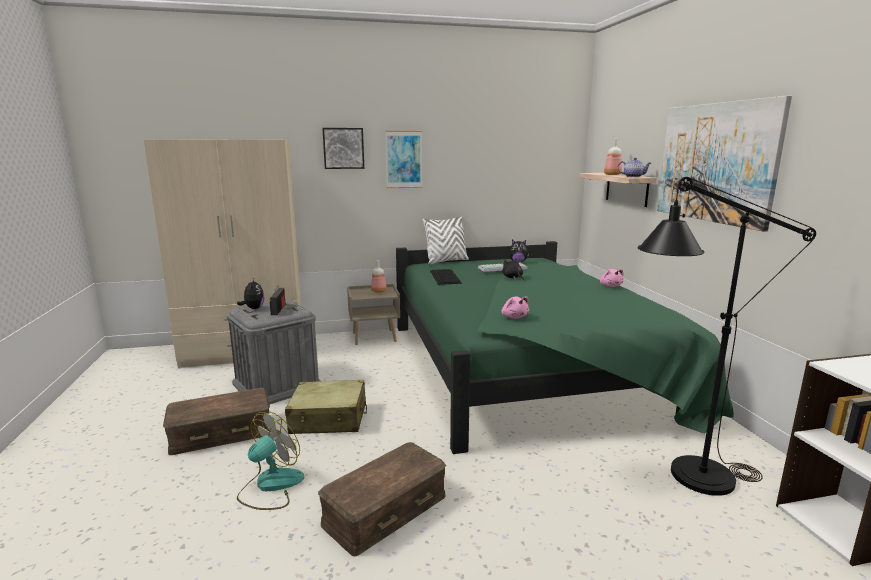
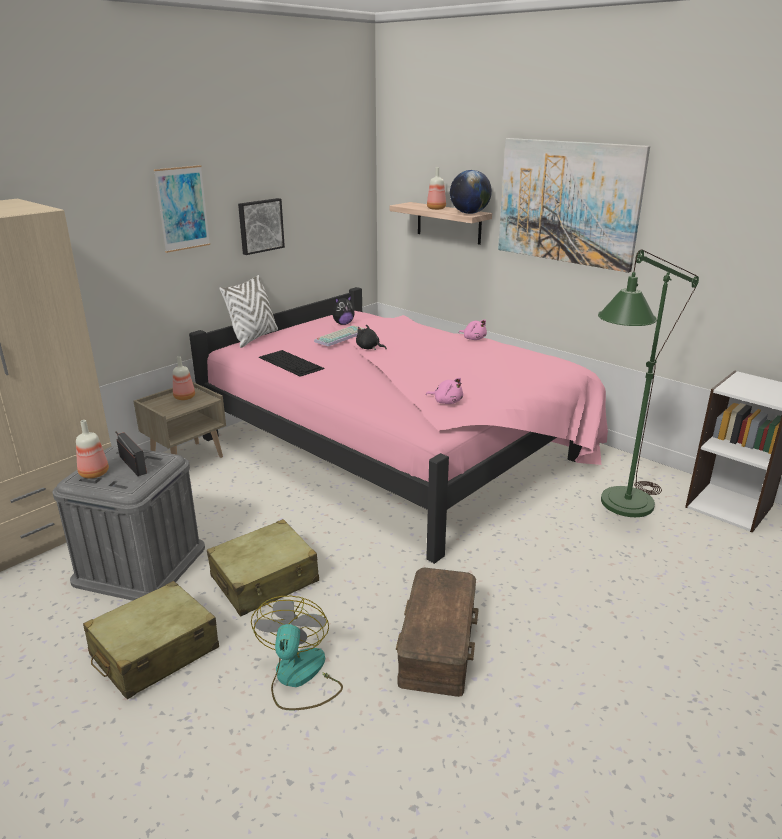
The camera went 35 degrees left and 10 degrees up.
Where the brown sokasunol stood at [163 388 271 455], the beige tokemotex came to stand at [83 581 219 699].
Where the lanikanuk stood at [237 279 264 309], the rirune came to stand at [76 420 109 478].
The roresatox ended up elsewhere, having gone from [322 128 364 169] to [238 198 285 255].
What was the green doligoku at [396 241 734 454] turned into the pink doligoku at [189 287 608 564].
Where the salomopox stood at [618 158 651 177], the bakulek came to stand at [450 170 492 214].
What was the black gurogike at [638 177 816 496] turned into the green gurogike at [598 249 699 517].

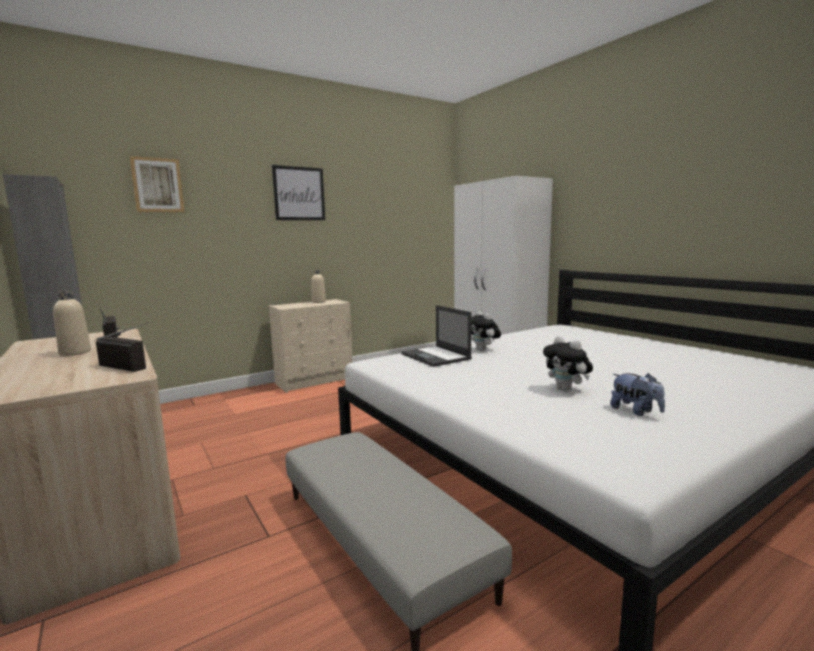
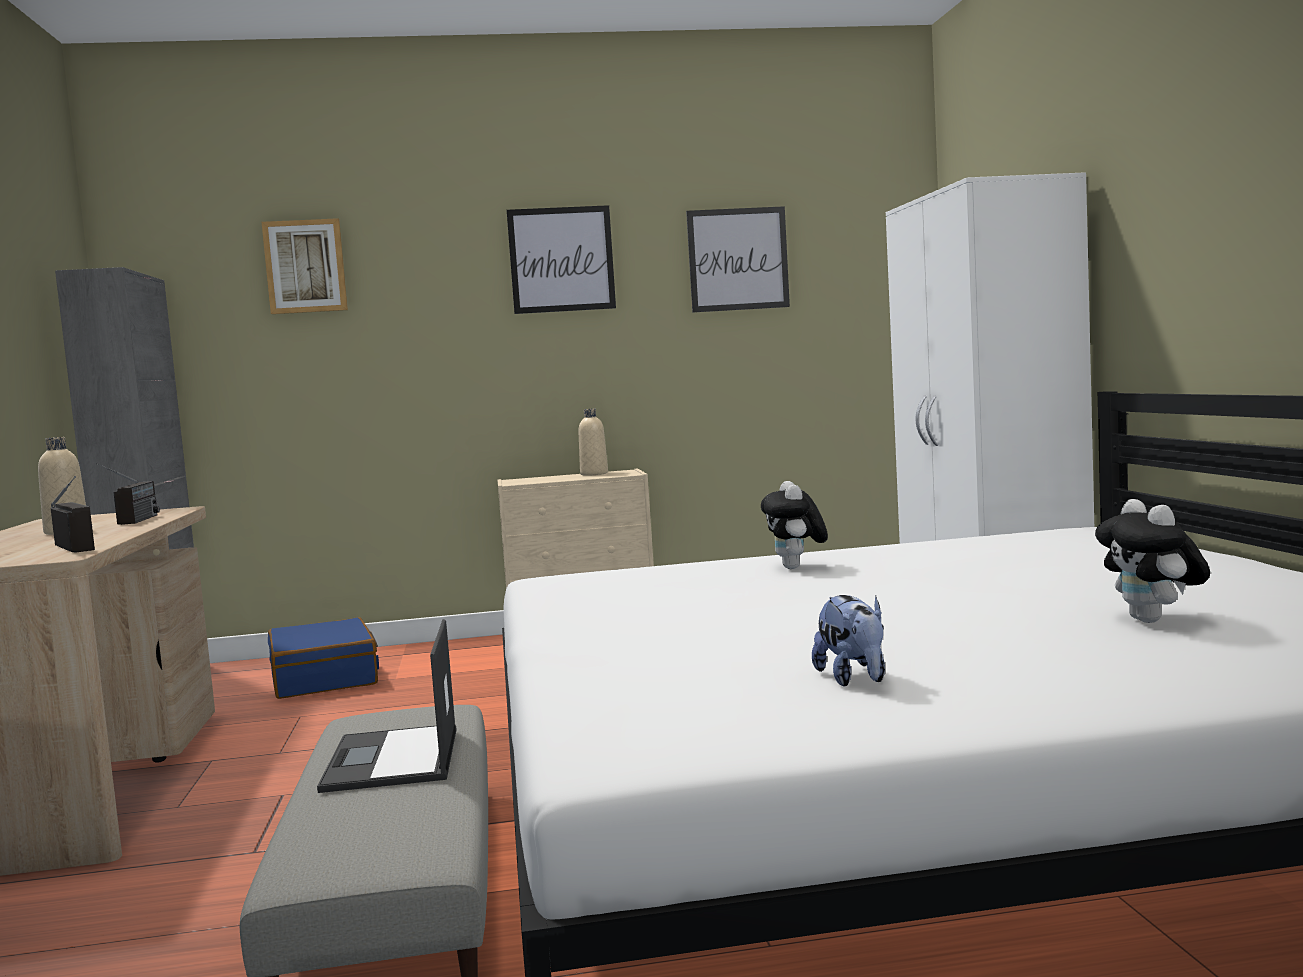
The camera went 25 degrees right and 5 degrees down.
The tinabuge ended up elsewhere, having gone from [401 305 472 367] to [317 619 456 793].
The lanikanuk ended up elsewhere, having gone from [543 336 593 392] to [1095 499 1210 623].
The second view gained the blue tokemotex at [268 617 379 699].
The second view gained the roresatox at [686 206 790 313].

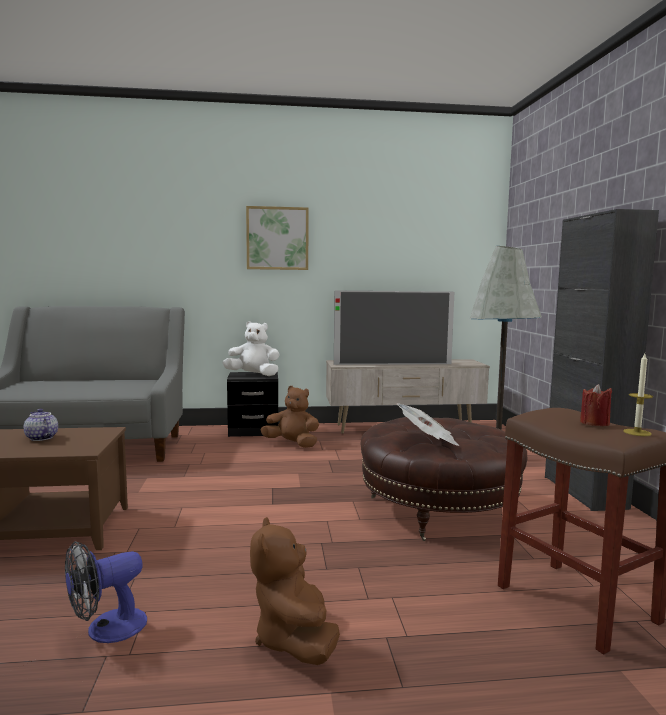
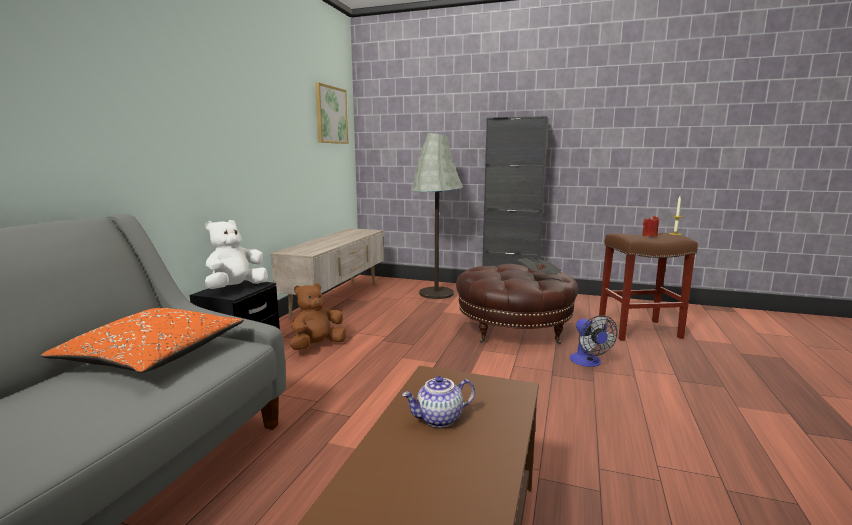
The camera went 65 degrees left and 5 degrees up.
The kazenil ended up elsewhere, having gone from [65 541 147 643] to [570 315 618 367].
The roresatox ended up elsewhere, having gone from [246 206 309 270] to [315 82 348 144].
The second view lost the brown lanikanuk at [250 517 340 665].
The second view lost the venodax at [334 291 454 365].
The second view gained the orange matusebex at [41 308 244 373].

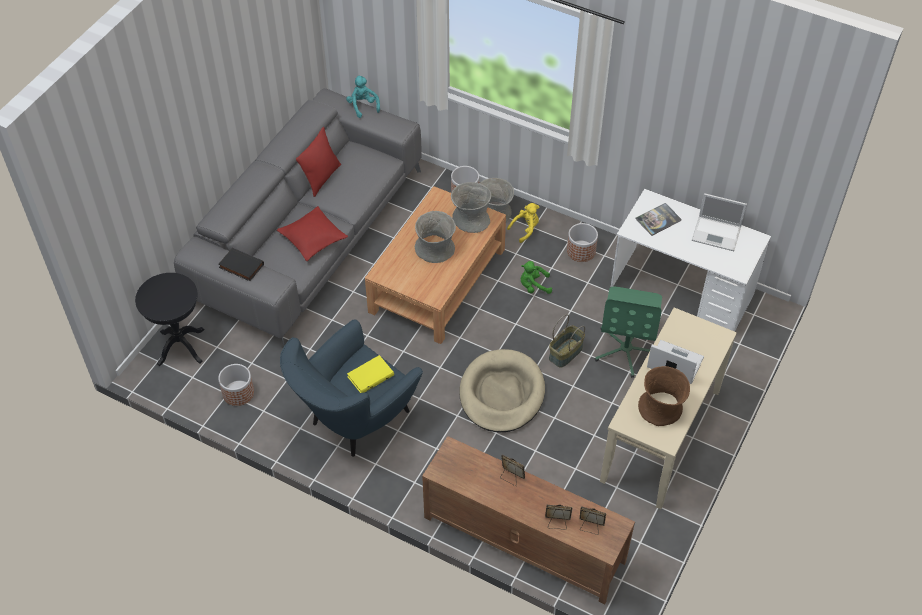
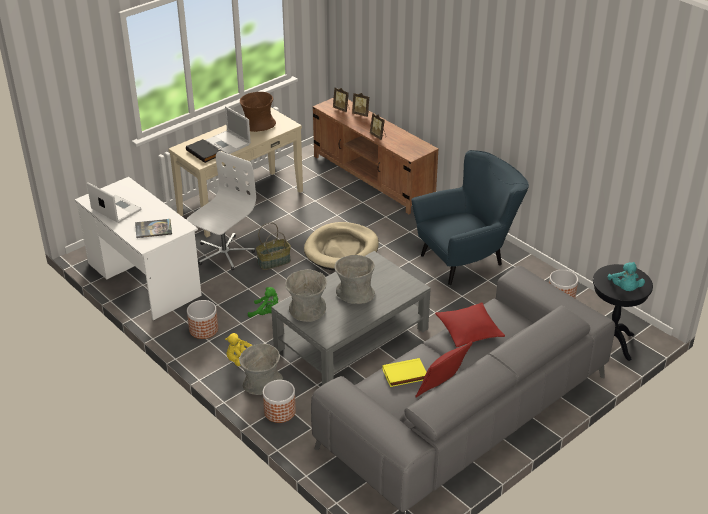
The camera went 160 degrees left and 15 degrees down.
The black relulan ended up elsewhere, having gone from [219 248 264 281] to [186 139 220 163].
The turquoise lanikanuk ended up elsewhere, having gone from [346 76 380 118] to [608 262 645 291].
The yellow relulan ended up elsewhere, having gone from [347 355 394 393] to [382 358 427 387].
What was the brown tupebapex at [365 186 506 344] turned into the grey tupebapex at [271 251 431 385].
What was the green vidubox at [595 286 662 378] turned into the white vidubox at [187 151 256 270].

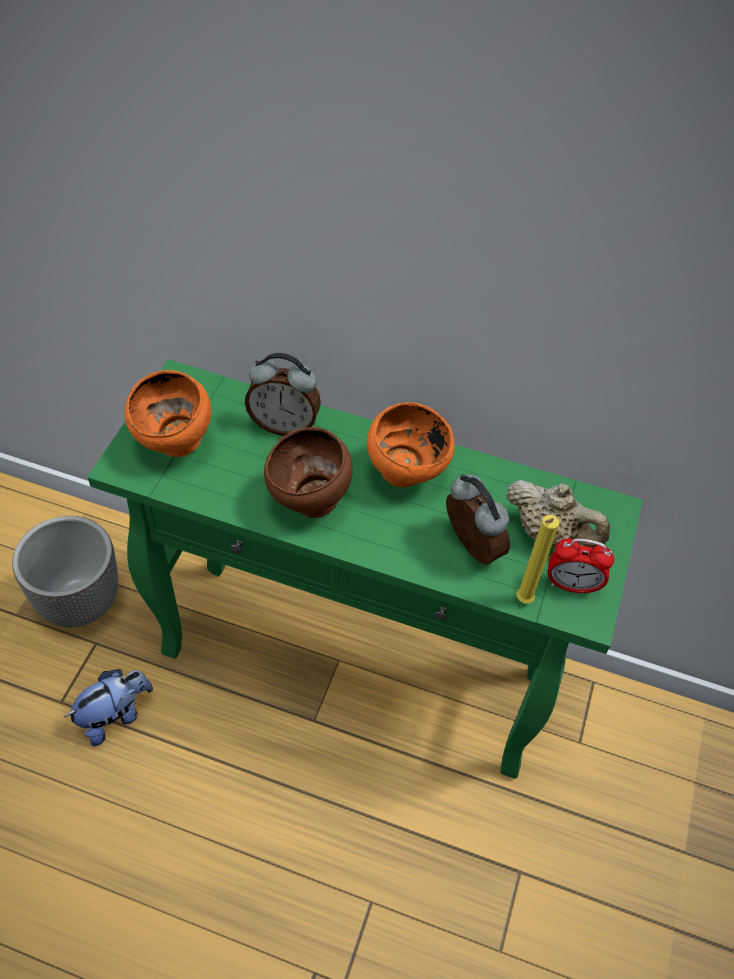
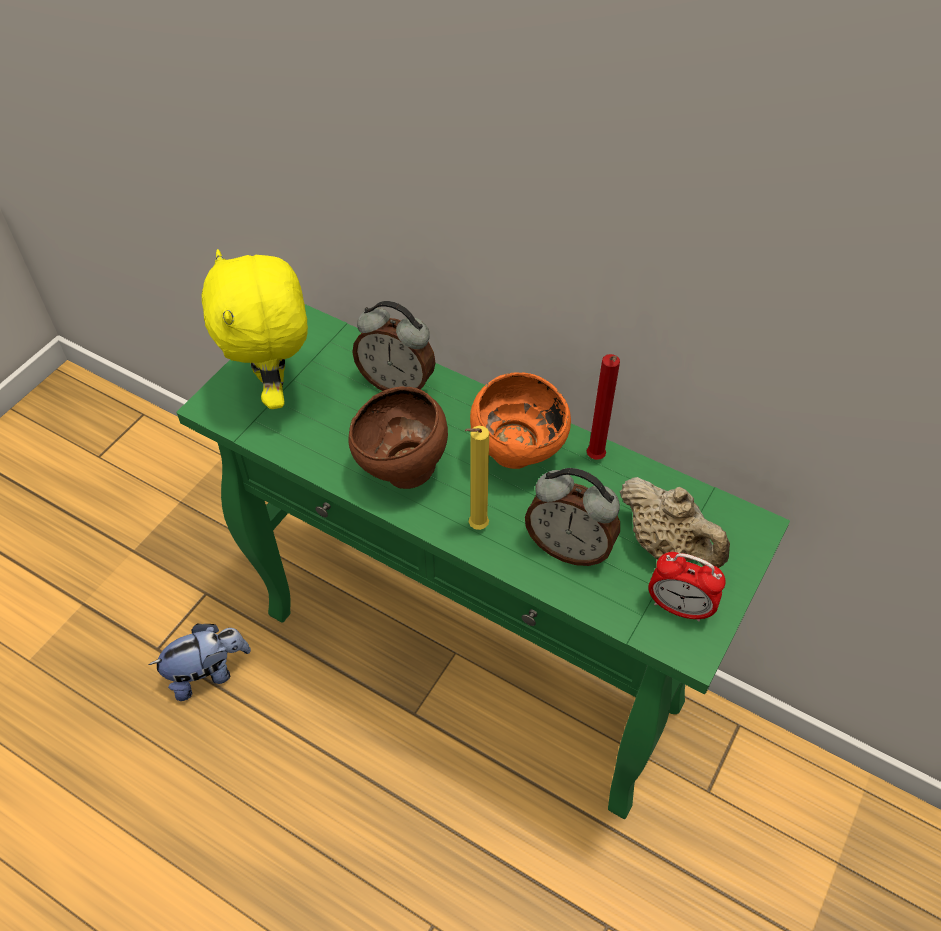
The camera went 15 degrees right and 0 degrees up.
The second view lost the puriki at [12 516 118 628].
Where the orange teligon stood at [125 370 211 457], the yellow lanikanuk came to stand at [202 249 308 409].
The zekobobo at [446 474 510 565] ended up facing another way, 135 degrees clockwise from before.
The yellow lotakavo ended up elsewhere, having gone from [516 515 560 603] to [465 426 489 530].
The second view gained the red lotakavo at [587 354 620 460].

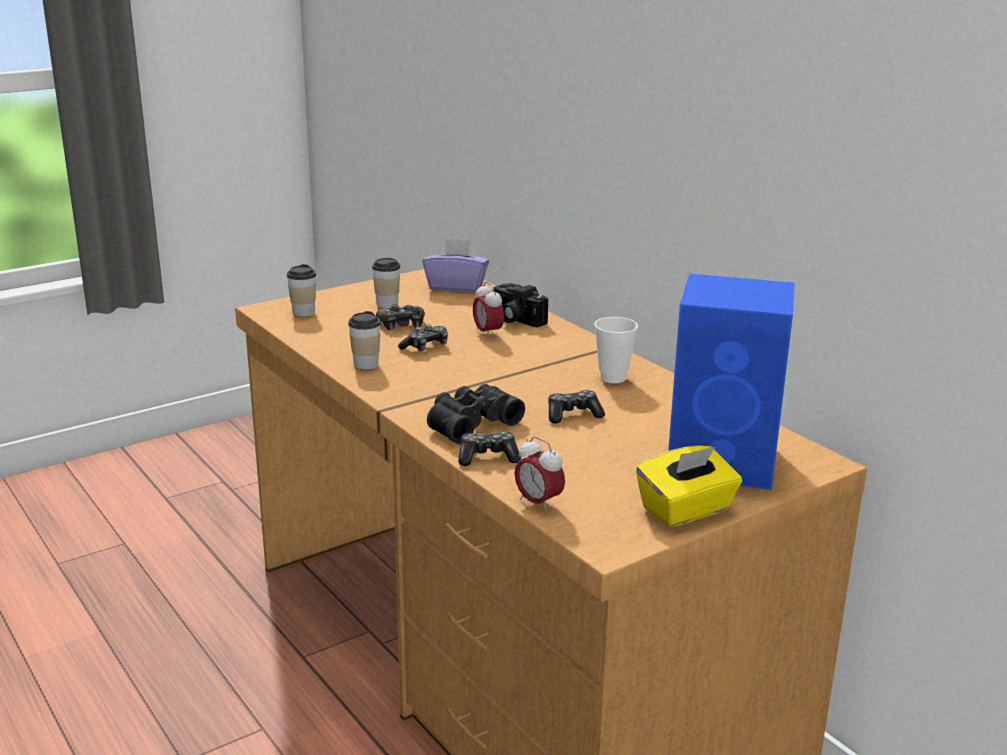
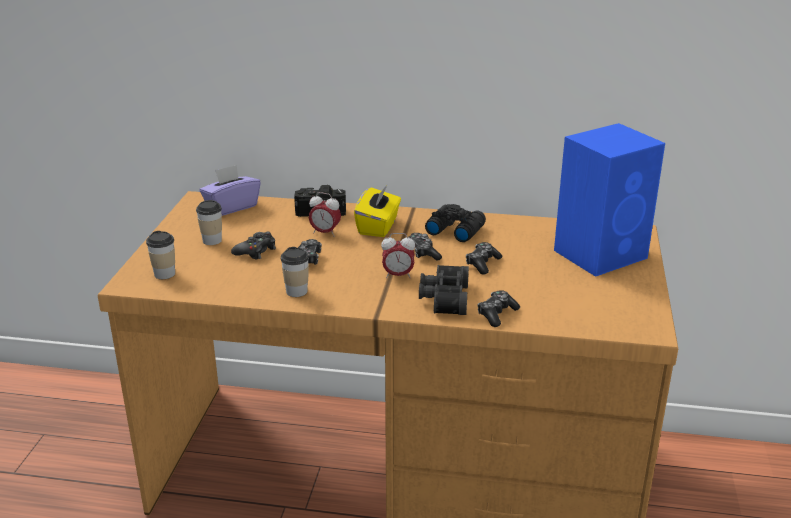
The camera went 45 degrees left and 5 degrees up.
The zekobobo ended up elsewhere, having gone from [514 436 565 513] to [381 233 415 278].
Where the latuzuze stood at [594 317 638 383], the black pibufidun came to stand at [425 204 486 242].
The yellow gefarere ended up elsewhere, having gone from [636 445 742 527] to [354 184 401 237].
The second view gained the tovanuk at [408 233 442 261].

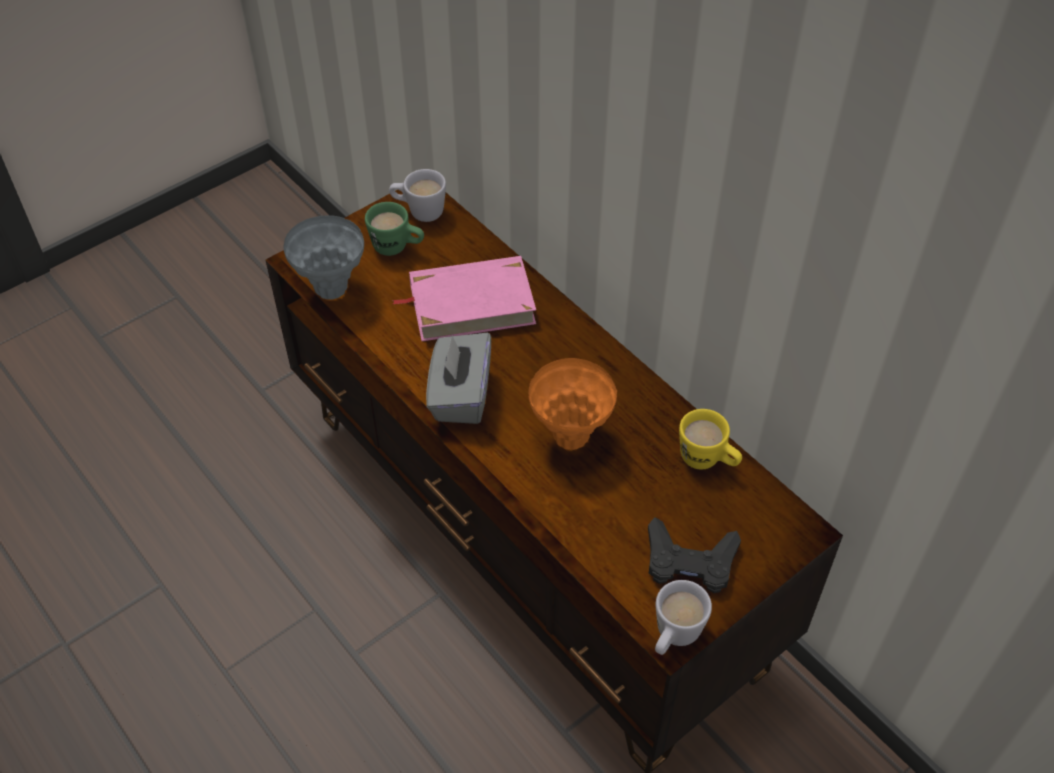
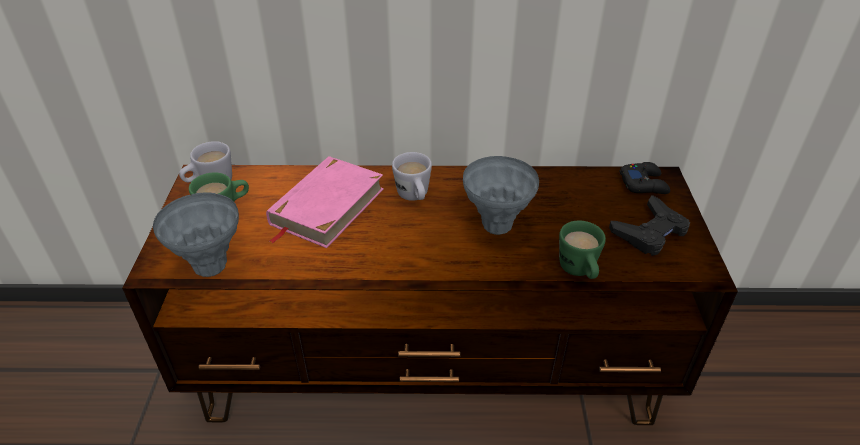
The camera went 50 degrees left and 10 degrees down.
The second view lost the grey gefarere at [426 333 491 424].
What was the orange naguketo at [528 358 617 450] turned into the grey naguketo at [463 156 539 235].
The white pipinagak ended up elsewhere, having gone from [655 580 712 655] to [392 152 432 201].
The second view lost the yellow pipinagak at [679 409 742 470].
The second view gained the green pipinagak at [559 221 606 279].
The second view gained the black tovanuk at [619 162 670 194].

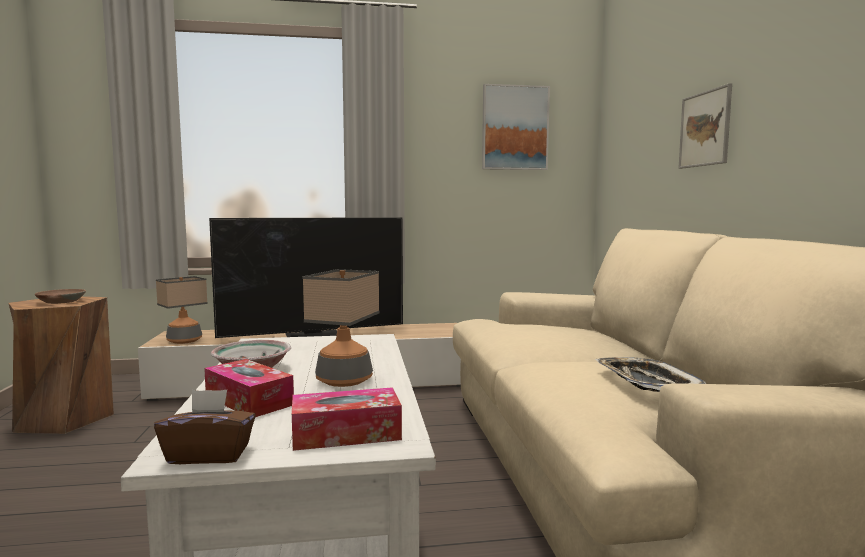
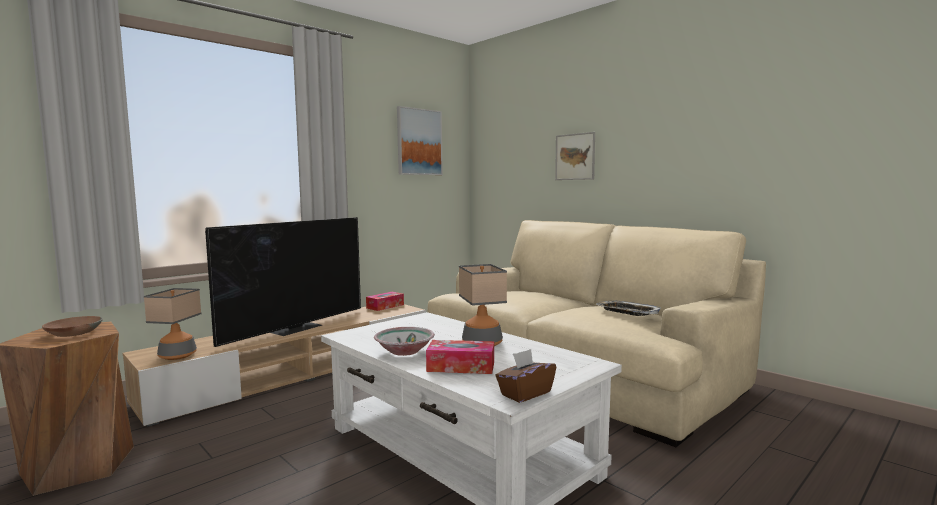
The camera went 35 degrees left and 0 degrees up.
The gefarere ended up elsewhere, having gone from [292 387 402 451] to [366 292 404 311].

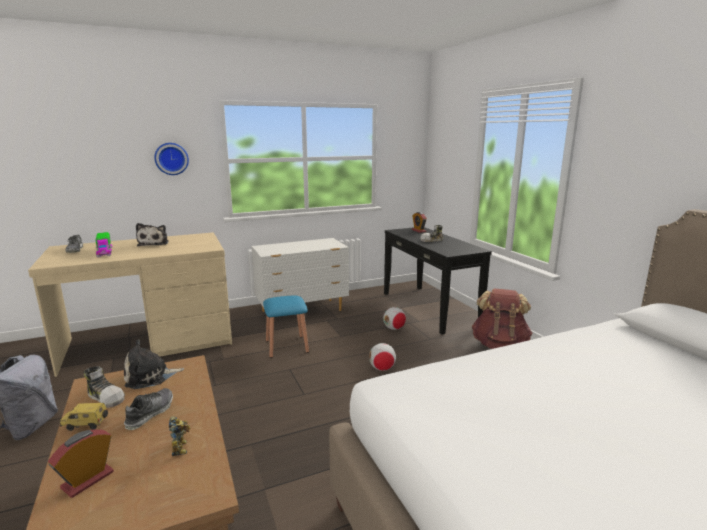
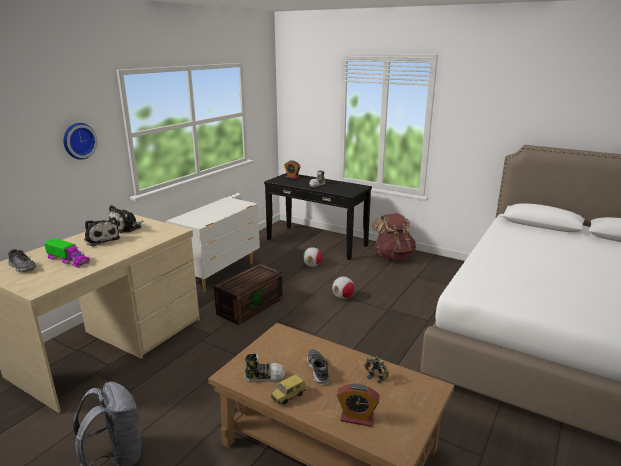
The camera went 35 degrees left and 5 degrees up.
The zekobobo at [48 429 114 498] ended up facing another way, 75 degrees counterclockwise from before.
The lanikanuk ended up elsewhere, having gone from [124 339 184 389] to [109 205 144 233].
Where the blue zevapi stood at [263 295 309 358], the brown sokasunol came to stand at [214 264 283 325].

